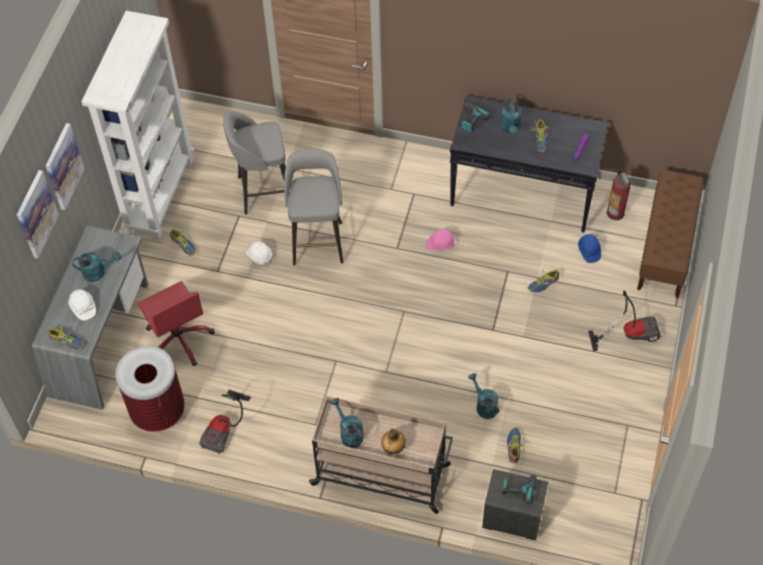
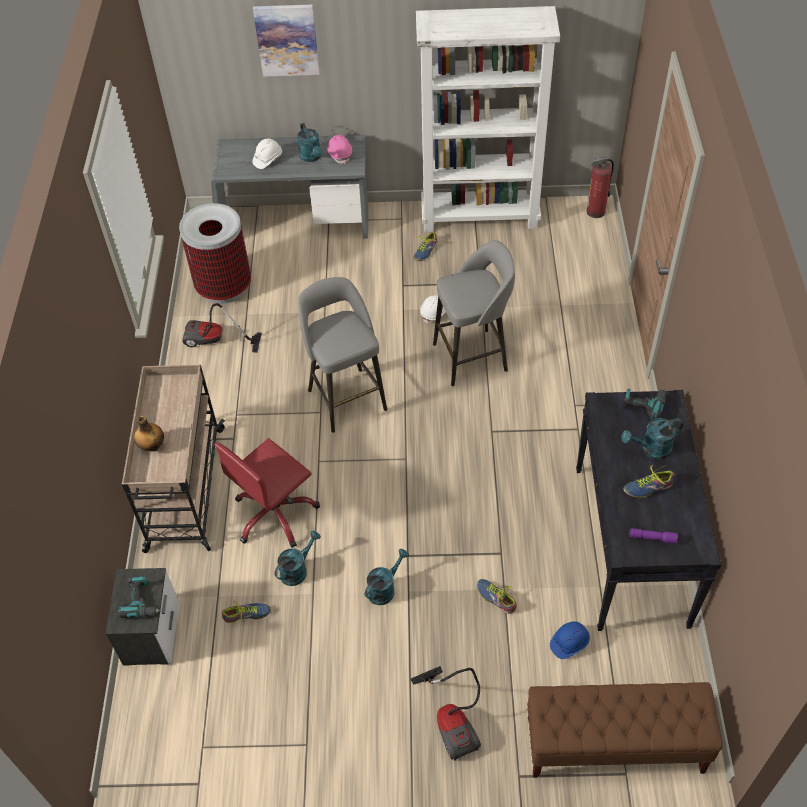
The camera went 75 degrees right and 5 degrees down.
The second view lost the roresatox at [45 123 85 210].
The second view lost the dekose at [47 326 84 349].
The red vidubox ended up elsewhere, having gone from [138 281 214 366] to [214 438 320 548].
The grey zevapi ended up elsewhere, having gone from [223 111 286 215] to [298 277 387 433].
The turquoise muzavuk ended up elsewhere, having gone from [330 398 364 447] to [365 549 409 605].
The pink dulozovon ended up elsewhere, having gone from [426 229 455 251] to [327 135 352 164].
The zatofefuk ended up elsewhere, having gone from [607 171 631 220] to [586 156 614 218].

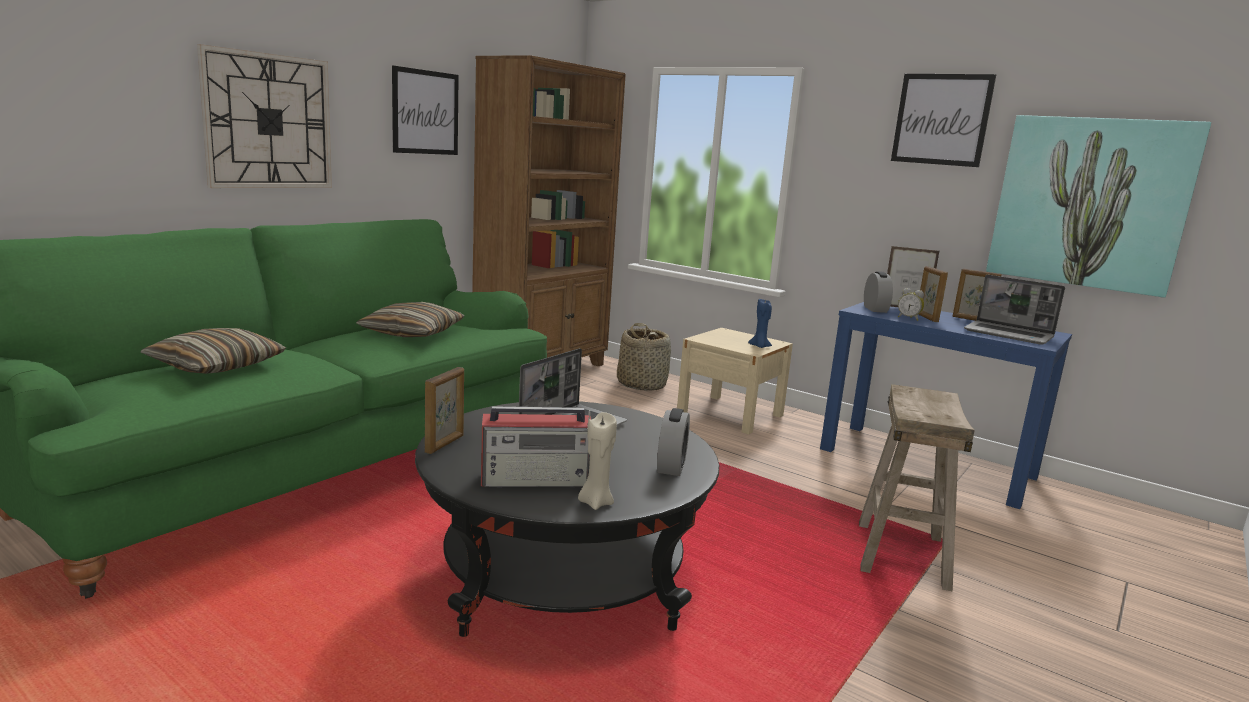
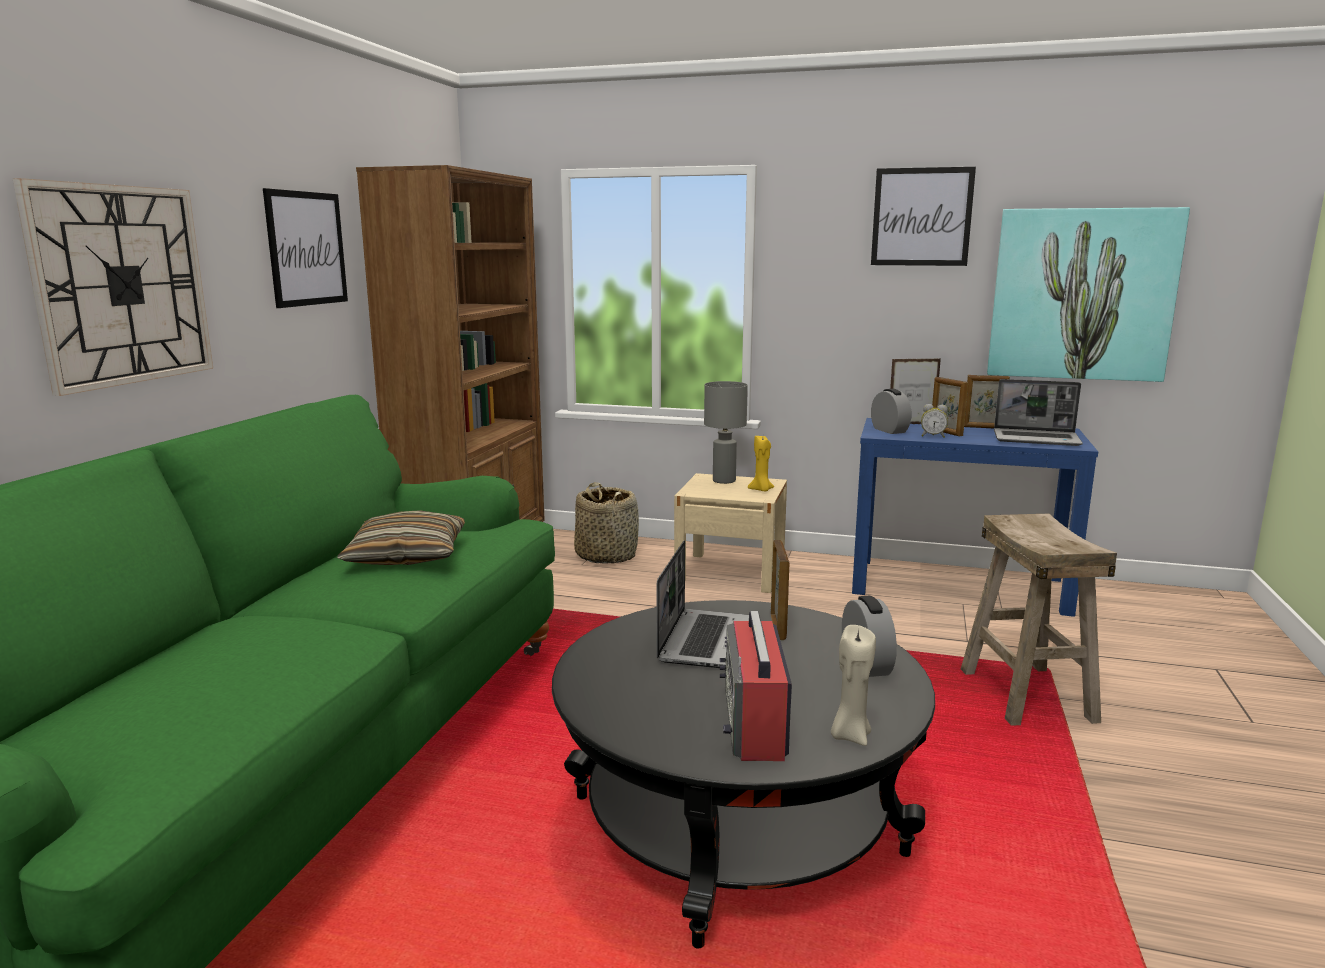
The camera went 20 degrees left and 0 degrees up.
The second view lost the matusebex at [141 328 286 374].
The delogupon ended up elsewhere, having gone from [425 367 464 454] to [771 540 790 640].
The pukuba at [481 406 591 488] ended up facing another way, 120 degrees clockwise from before.
What was the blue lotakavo at [748 299 772 348] turned into the yellow lotakavo at [748 436 774 491].
The second view gained the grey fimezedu at [704 381 748 484].

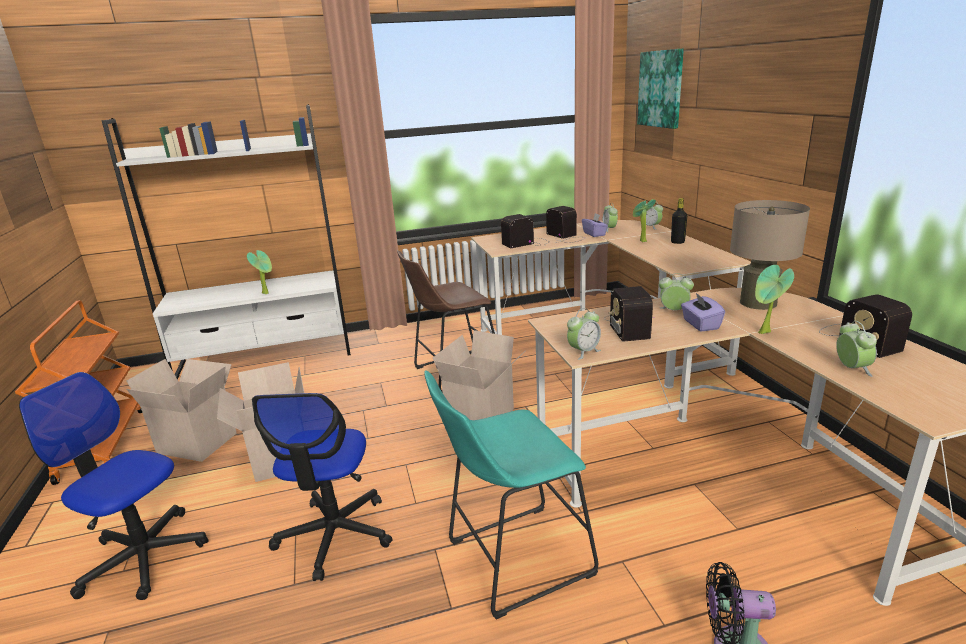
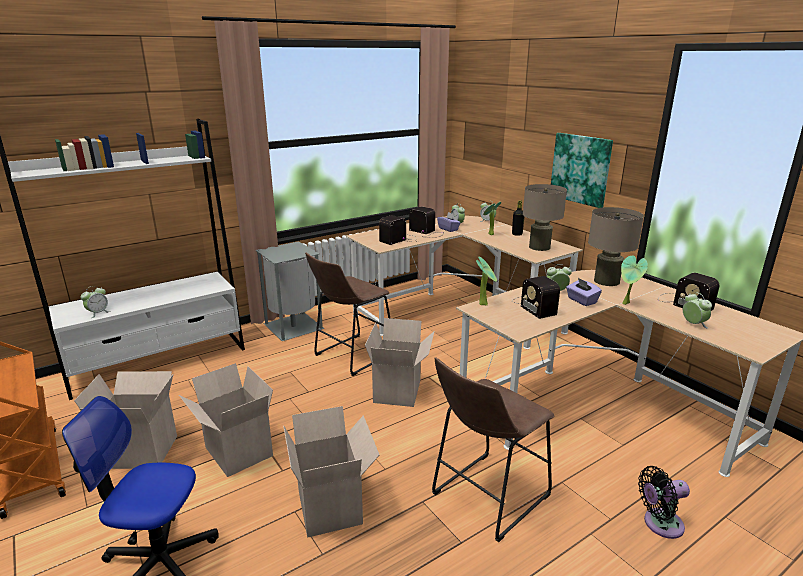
The camera went 20 degrees left and 0 degrees up.
The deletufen ended up elsewhere, having gone from [247 250 272 294] to [476 257 497 306].
Where the vidubox stood at [252 393 393 581], the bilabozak came to stand at [283 406 379 538].
What was the turquoise zevapi at [424 370 598 619] turned into the brown zevapi at [432 357 554 542].
The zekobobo ended up elsewhere, having gone from [567 308 601 360] to [81 286 110 318].
The roresatox ended up elsewhere, having gone from [637 49 684 129] to [551 133 613 208].
The second view gained the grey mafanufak at [255 241 324 341].
The second view gained the beige fimezedu at [523 184 567 251].

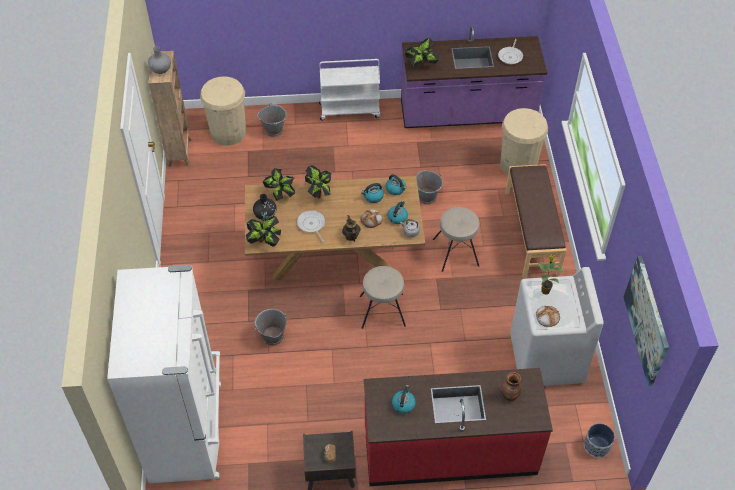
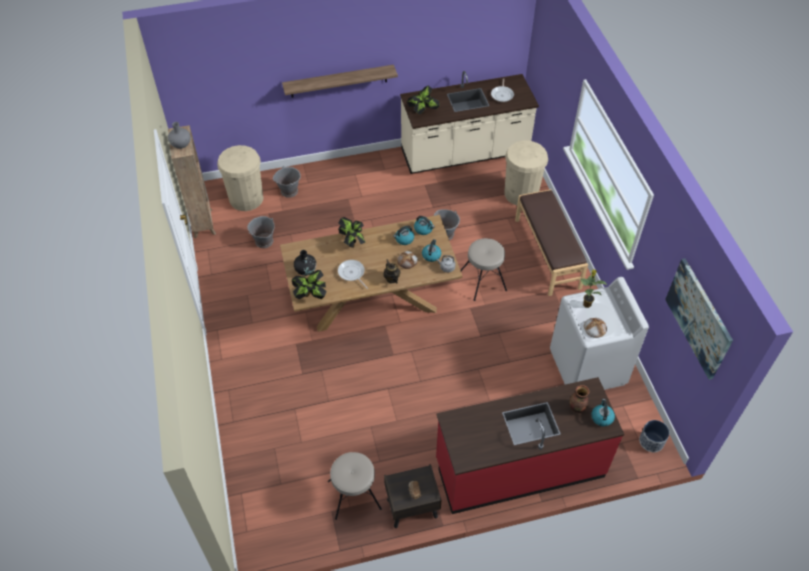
The camera went 10 degrees left and 0 degrees up.
The second view lost the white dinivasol at [107 265 221 483].
The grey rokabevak ended up elsewhere, having gone from [255 309 287 346] to [247 216 275 248].
The second view lost the deletufen at [263 168 295 201].
The second view lost the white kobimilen at [319 59 380 121].
The beige zevapi ended up elsewhere, having gone from [360 266 406 329] to [328 452 382 520].
The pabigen ended up elsewhere, having gone from [392 385 416 414] to [591 399 615 426].
What was the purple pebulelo at [401 26 547 128] turned into the beige pebulelo at [400 71 539 174].
The second view gained the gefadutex at [282 65 398 97].

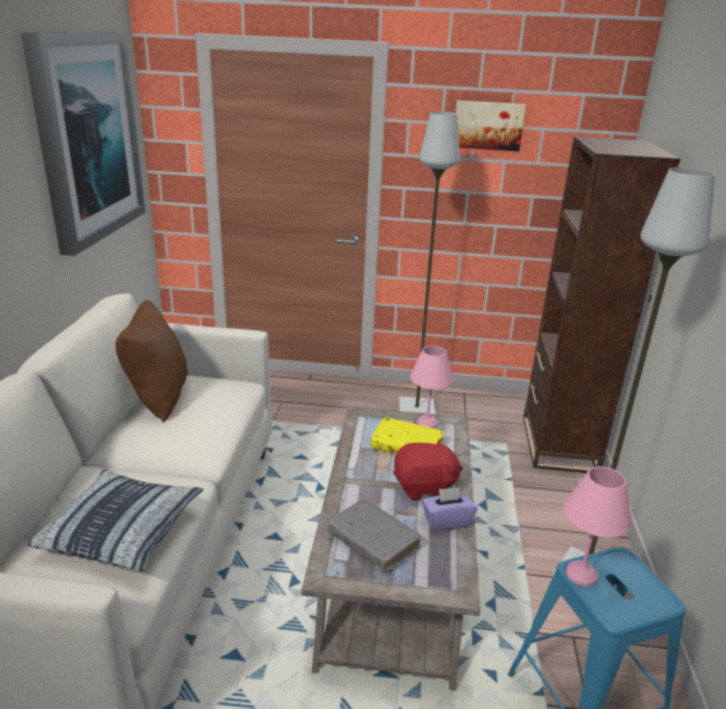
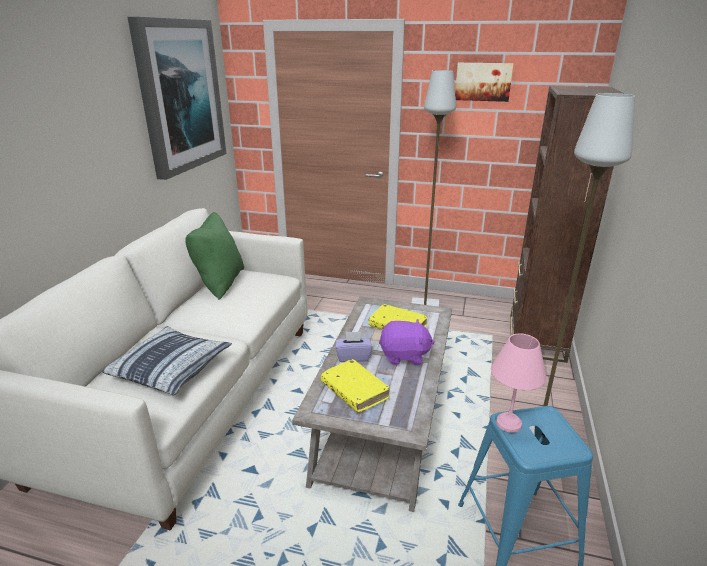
The camera went 10 degrees right and 0 degrees up.
What was the brown matusebex at [115 300 188 422] turned into the green matusebex at [186 212 244 300].
What was the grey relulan at [328 498 421 572] turned into the yellow relulan at [321 359 390 412].
What was the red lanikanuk at [393 439 463 501] turned into the purple lanikanuk at [379 319 435 365].
The second view lost the pink fimezedu at [410 346 453 428].
The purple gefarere ended up elsewhere, having gone from [422 487 477 531] to [335 332 372 362].

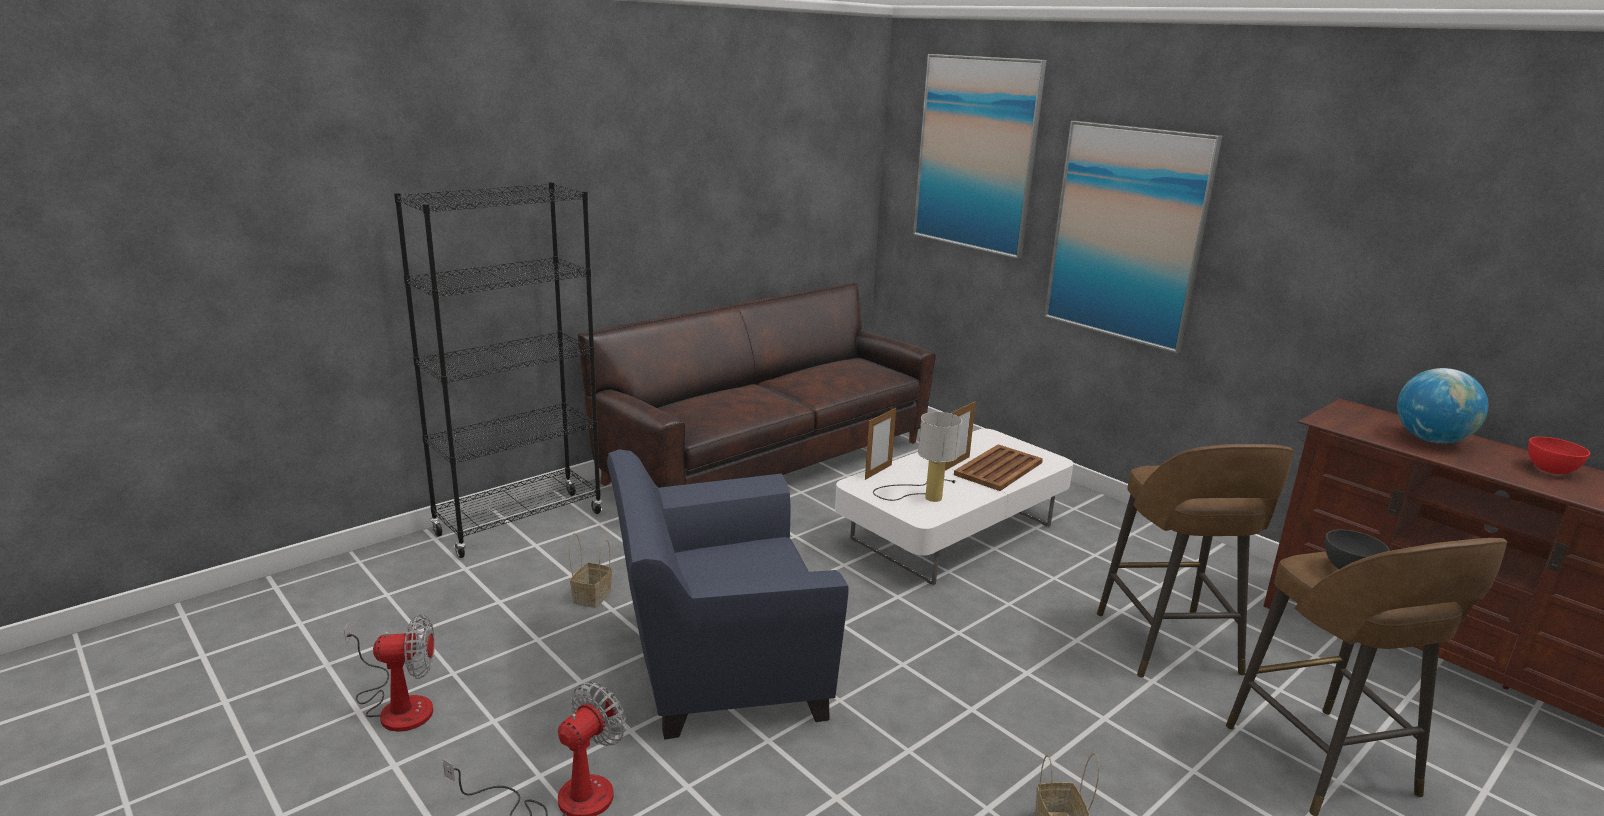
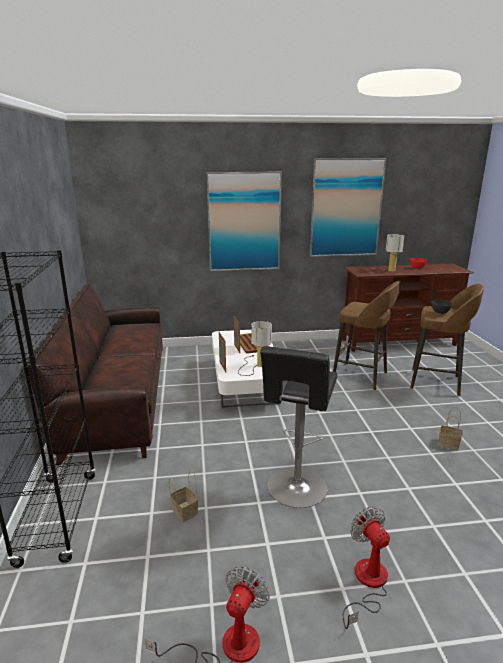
The camera went 55 degrees left and 0 degrees up.
Where the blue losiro stood at [607 449 849 739], the black zevapi came to stand at [260 346 338 508].
The roresatox ended up elsewhere, having gone from [913 54 1047 259] to [310 158 386 257].
Where the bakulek stood at [1397 368 1488 444], the fimezedu came to stand at [368 234 404 272].

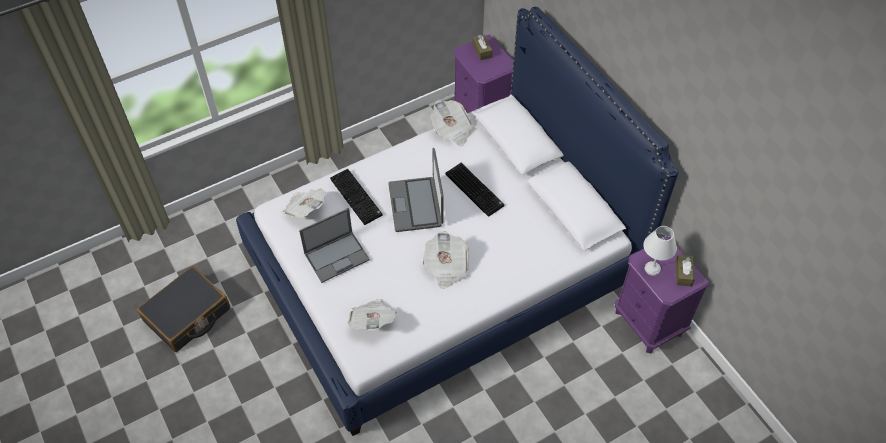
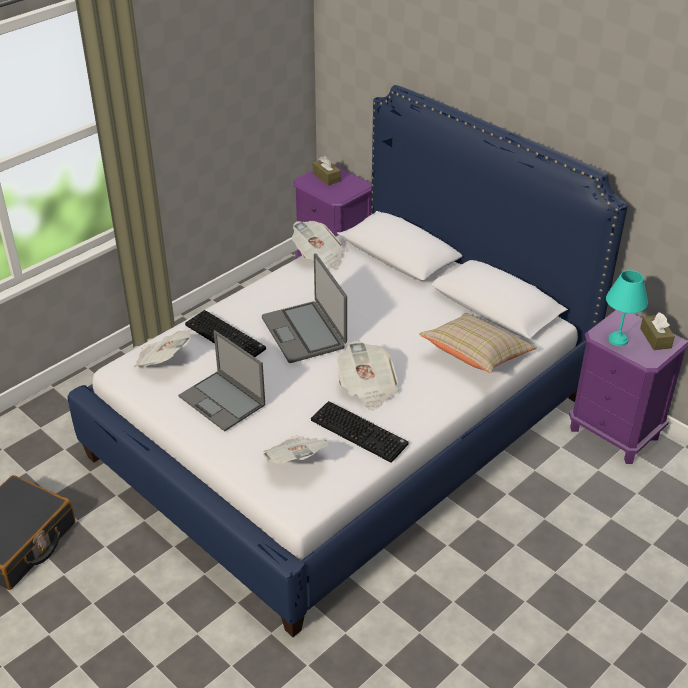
The camera went 15 degrees left and 15 degrees down.
The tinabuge at [299 208 370 283] ended up facing another way, 90 degrees clockwise from before.
The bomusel ended up elsewhere, having gone from [446 163 504 217] to [311 401 408 463].
What was the white fimezedu at [643 226 677 276] turned into the turquoise fimezedu at [606 270 648 346].
The second view gained the beige matusebex at [419 313 537 373].

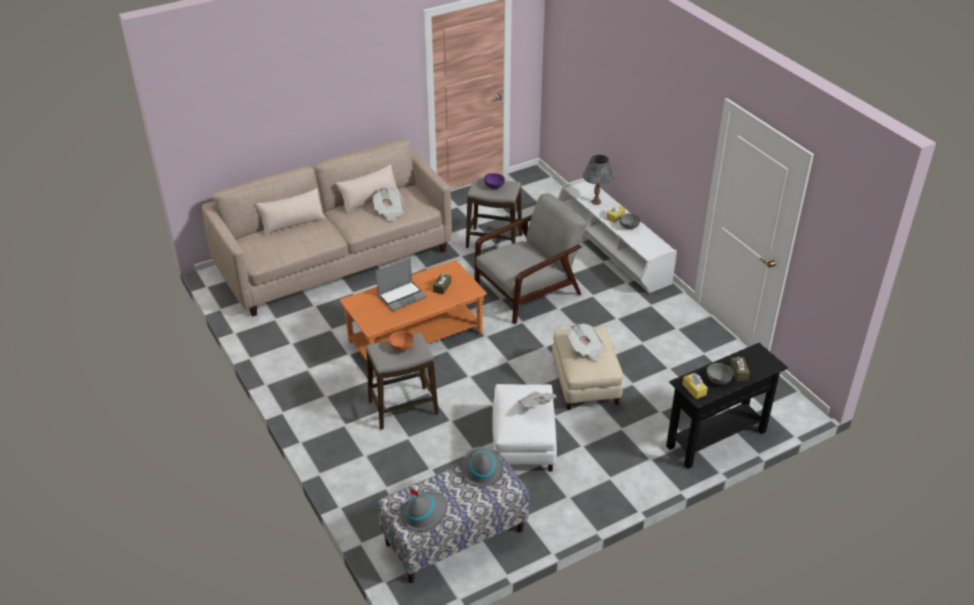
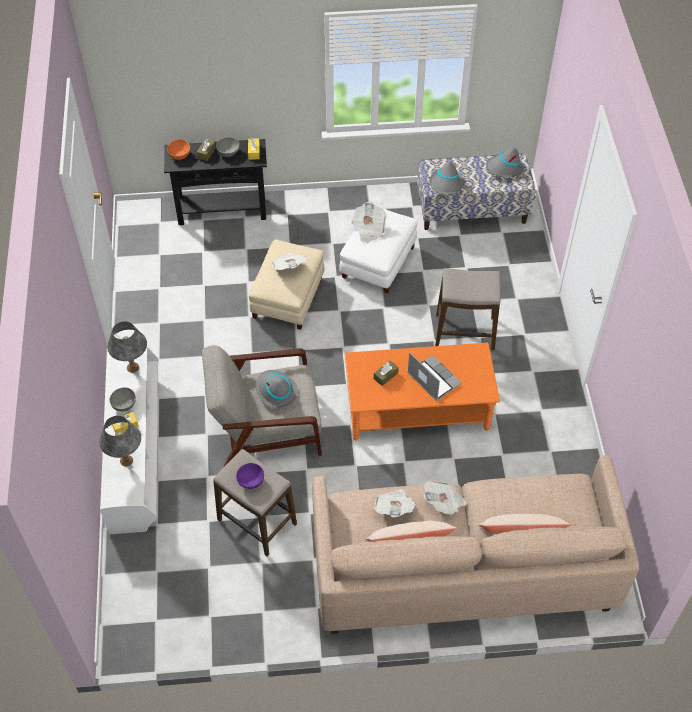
The camera went 155 degrees left and 15 degrees up.
The tinabuge at [376 258 427 311] ended up facing another way, 60 degrees clockwise from before.
The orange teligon ended up elsewhere, having gone from [389 331 414 351] to [167 139 190 160].
The second view gained the grey fimezedu at [107 321 147 373].
The second view gained the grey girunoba at [256 370 298 408].
The second view gained the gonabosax at [423 480 467 515].

